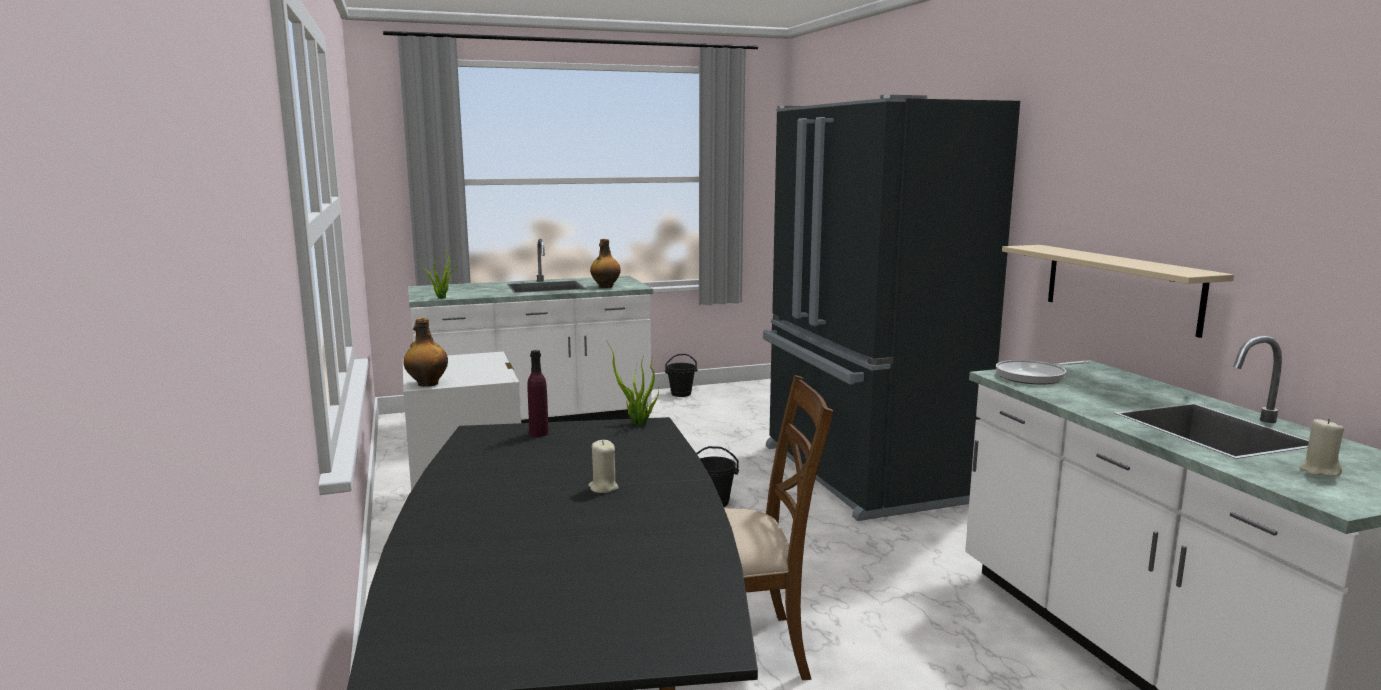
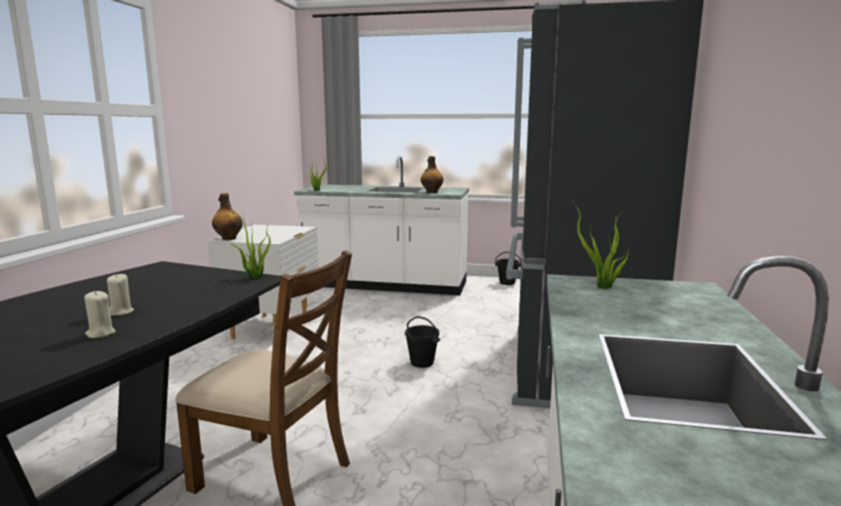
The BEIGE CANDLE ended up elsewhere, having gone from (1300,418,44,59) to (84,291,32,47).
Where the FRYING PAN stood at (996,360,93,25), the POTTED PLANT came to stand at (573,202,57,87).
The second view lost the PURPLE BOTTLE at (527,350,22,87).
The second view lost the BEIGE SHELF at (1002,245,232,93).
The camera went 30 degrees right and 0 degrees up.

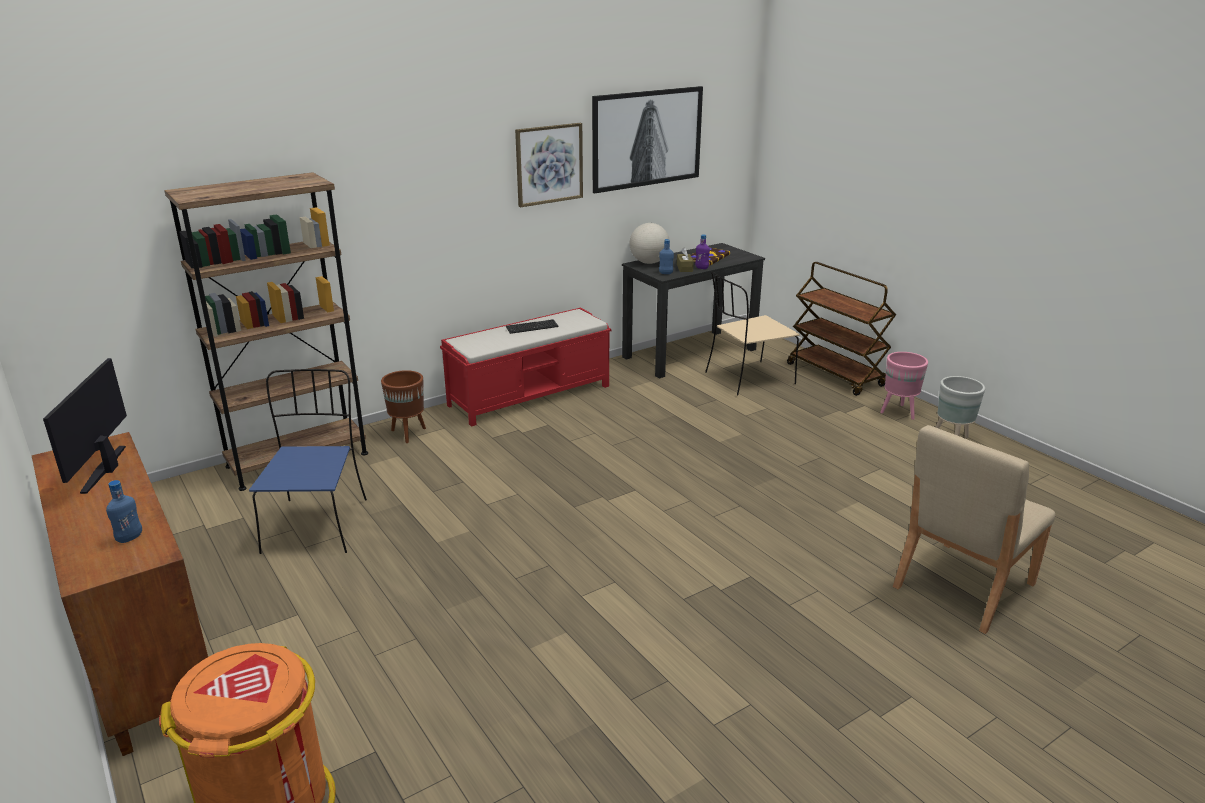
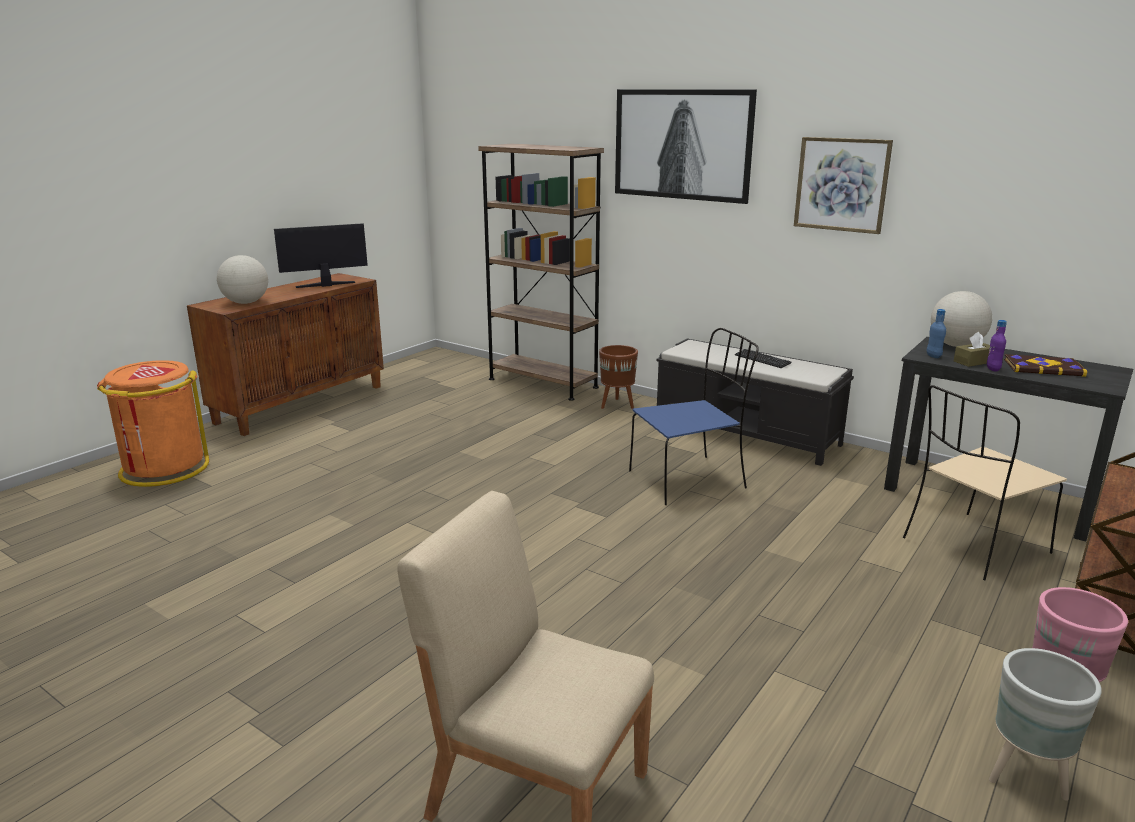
Where the BLUE BOTTLE stood at (106,480,36,63), the GLOBE came to stand at (217,255,51,49).
The PICTURE ended up elsewhere, having gone from (592,86,111,108) to (615,89,142,115).
The BLUE CHAIR ended up elsewhere, having gone from (249,369,118,185) to (629,328,130,177).
What was the RED BENCH at (440,308,171,119) turned into the BLACK BENCH at (657,338,197,128).
The BEIGE CHAIR at (705,271,95,125) ended up facing another way, 75 degrees counterclockwise from before.
The camera went 70 degrees right and 5 degrees down.

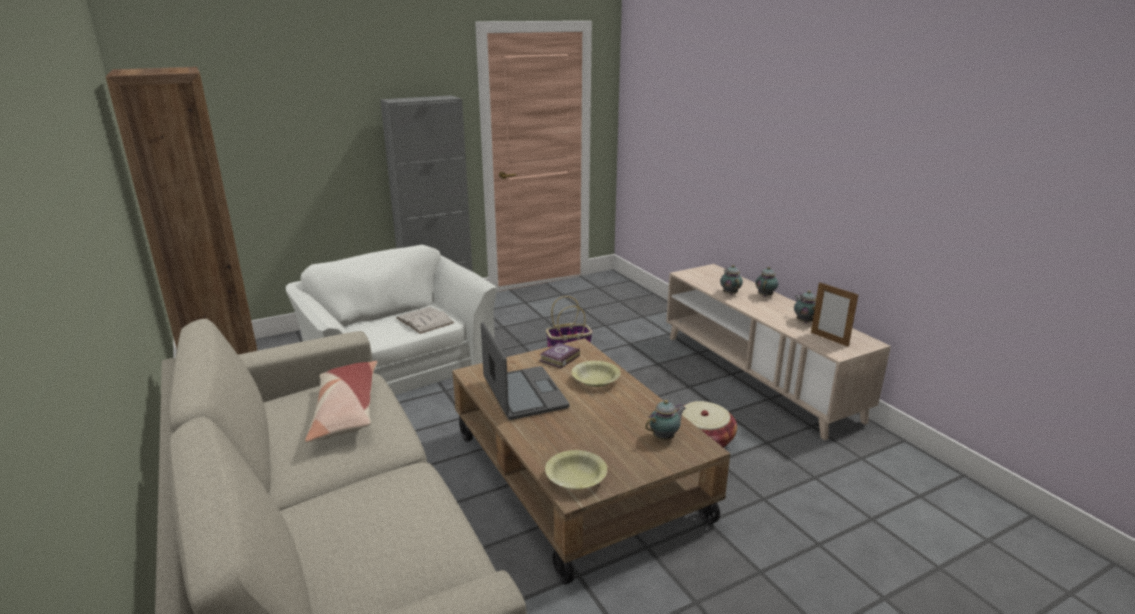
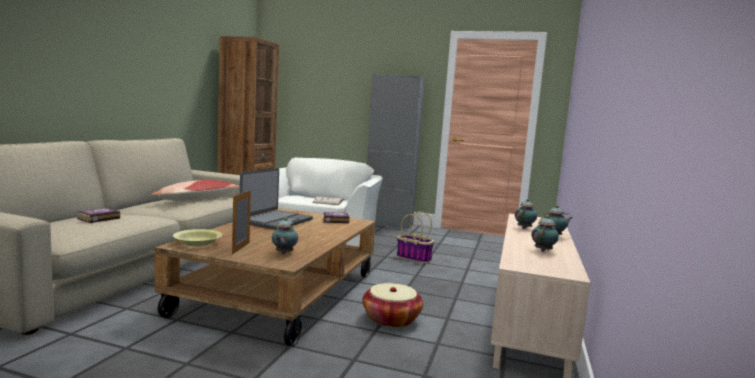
The second view gained the BOOK at (77,208,43,15).
The PICTURE FRAME ended up elsewhere, having gone from (811,282,47,65) to (232,190,19,64).
The TEAPOT at (645,400,41,40) ended up facing another way, 90 degrees clockwise from before.
The second view lost the YELLOW BOWL at (572,361,49,26).
The camera went 45 degrees right and 15 degrees down.

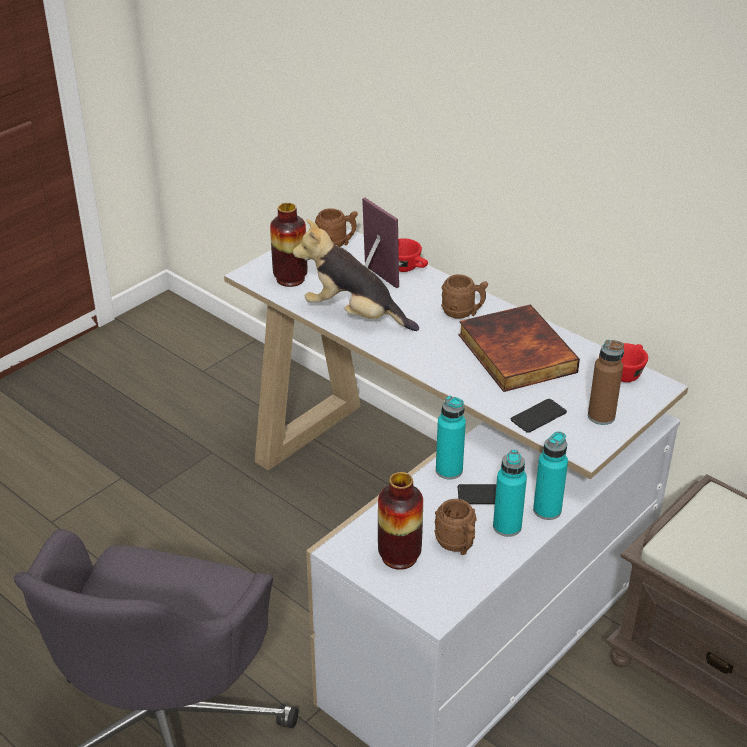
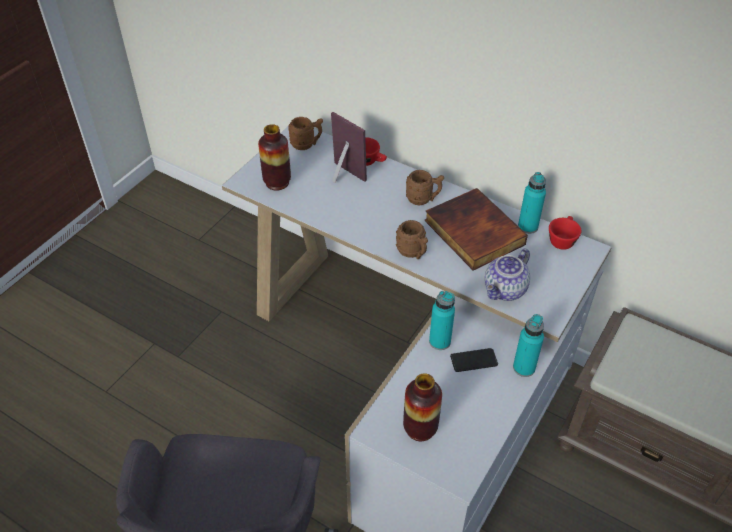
The BROWN MUG ended up elsewhere, having gone from (435,499,42,56) to (396,220,32,39).
Where the PHONE stood at (511,399,56,34), the TEAPOT came to stand at (485,249,45,52).
The TURQUOISE BOTTLE ended up elsewhere, having gone from (493,450,34,87) to (518,172,28,62).
The second view lost the PLUSH TOY at (293,219,126,112).
The second view lost the BROWN BOTTLE at (588,340,36,85).
The camera went 10 degrees left and 10 degrees up.

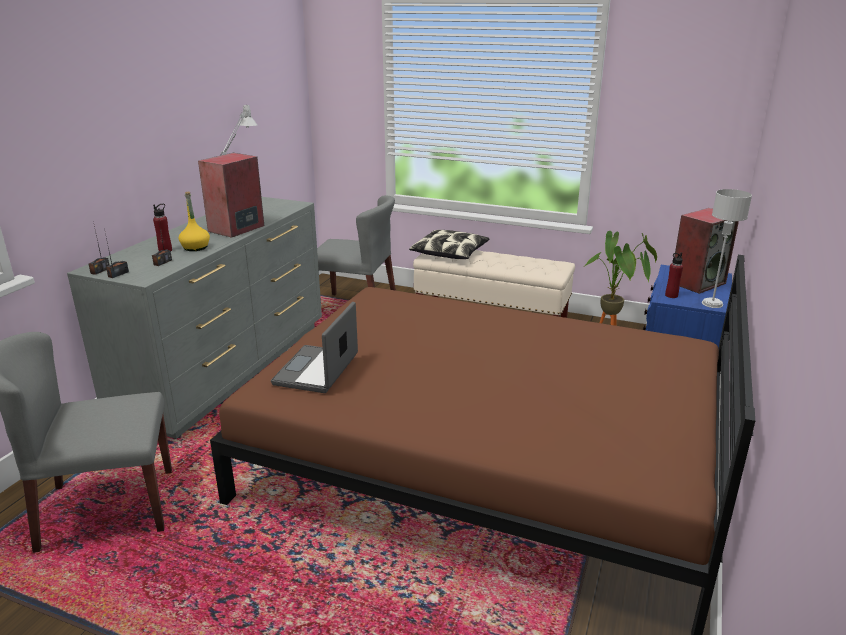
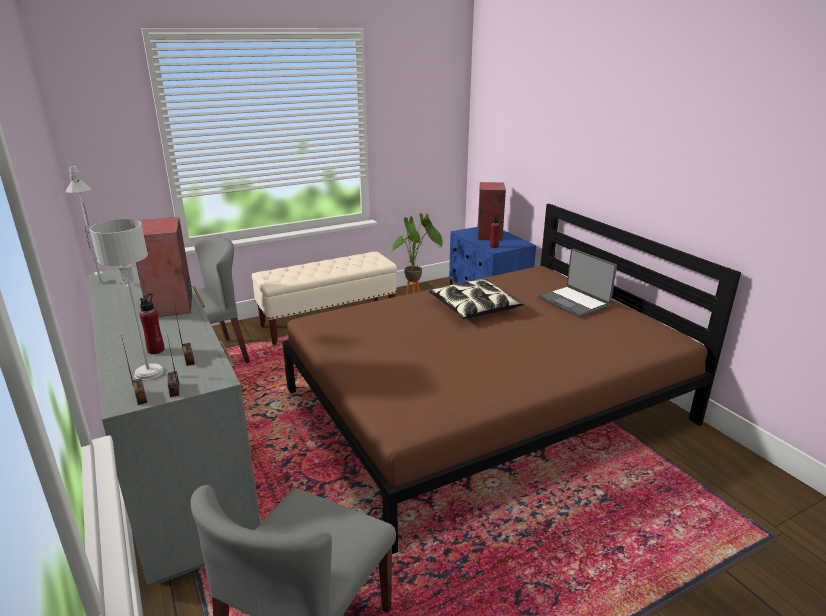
The GREY TABLE LAMP ended up elsewhere, having gone from (702,189,50,119) to (90,219,74,162).
The PILLOW ended up elsewhere, having gone from (409,230,80,29) to (429,279,95,40).
The LAPTOP ended up elsewhere, having gone from (271,302,87,91) to (538,249,79,69).
The second view lost the YELLOW BOTTLE at (179,192,31,59).
The camera went 50 degrees left and 0 degrees up.

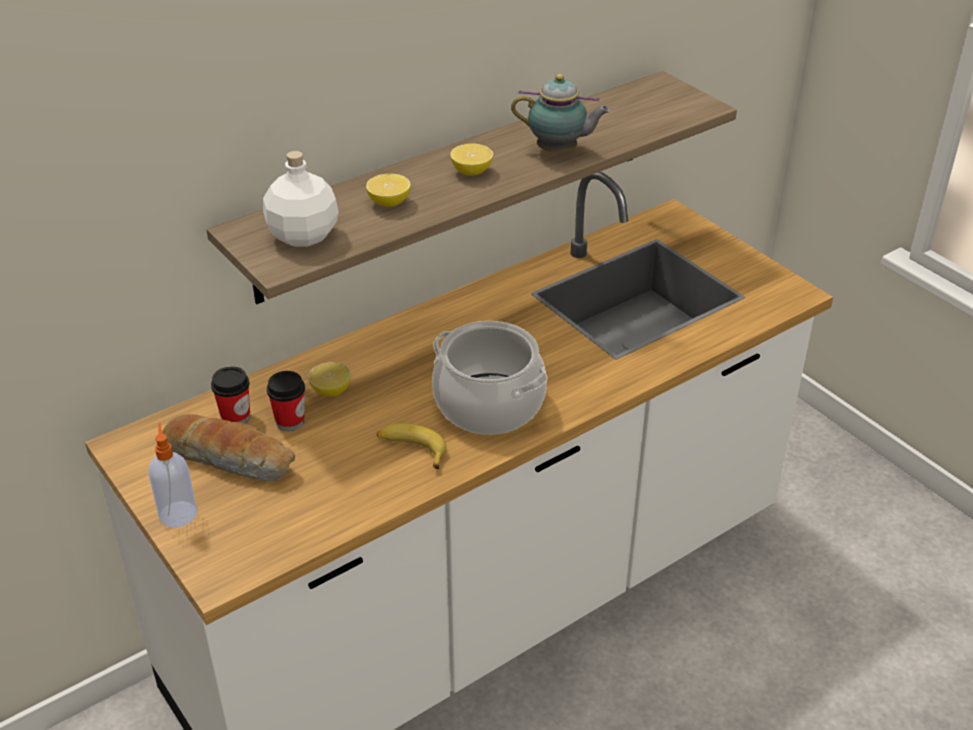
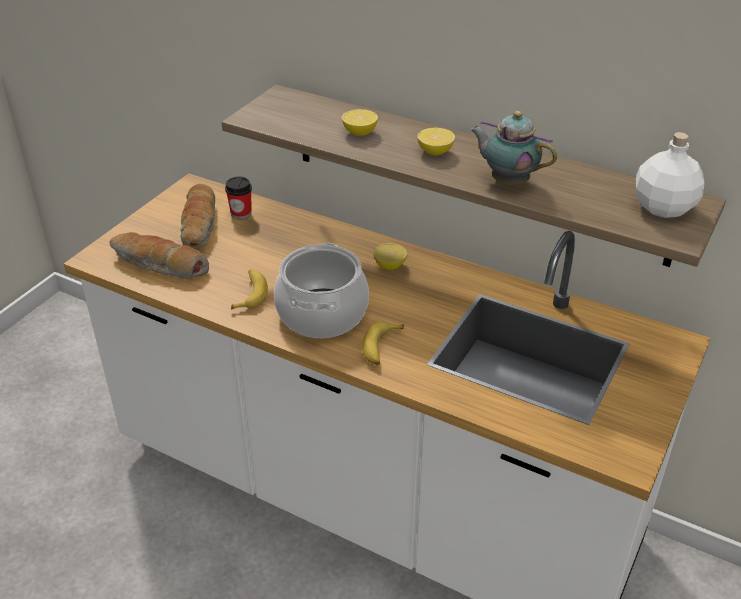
The second view gained the BREAD at (110,232,99,47).
The second view gained the BANANA at (362,322,42,43).
The LEMON ended up elsewhere, having gone from (308,362,43,34) to (374,243,33,27).
The TEAPOT at (511,74,100,78) ended up facing another way, 135 degrees clockwise from before.
The WHITE BOTTLE ended up elsewhere, having gone from (263,151,76,96) to (636,132,69,86).
The second view lost the SOAP DISPENSER at (148,423,49,105).
The second view lost the CUP at (267,371,38,60).
The camera went 65 degrees right and 0 degrees up.

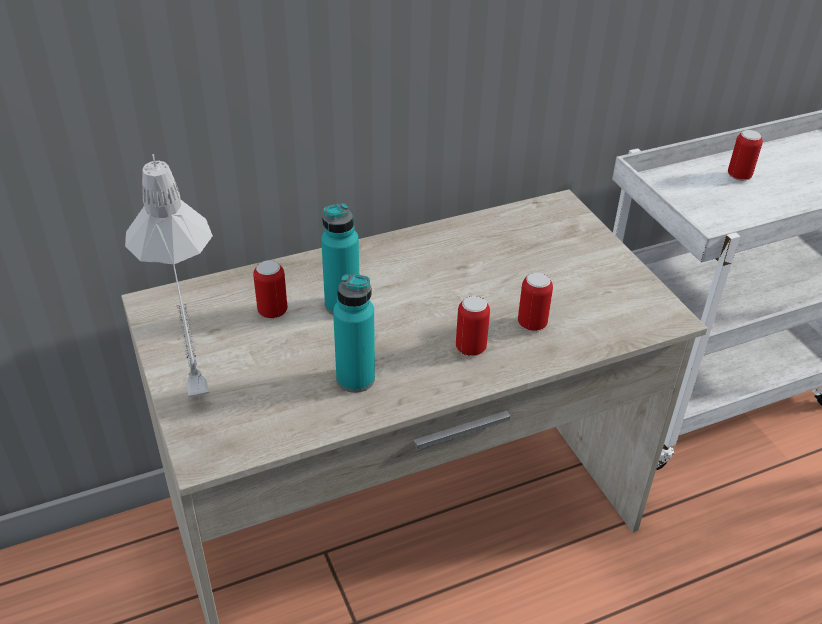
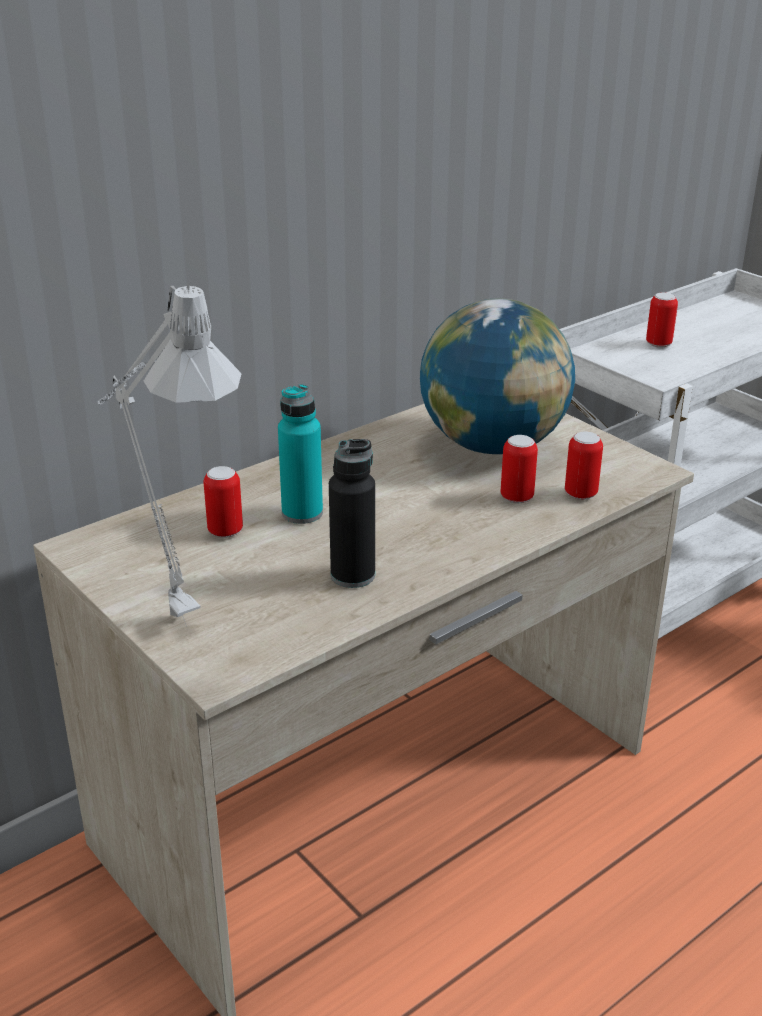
What was the TURQUOISE BOTTLE at (333,274,42,119) turned into the BLACK BOTTLE at (329,439,46,149).
The second view gained the GLOBE at (420,299,155,155).
The CAN ended up elsewhere, having gone from (456,296,34,60) to (565,432,38,68).
The camera went 15 degrees left and 10 degrees down.

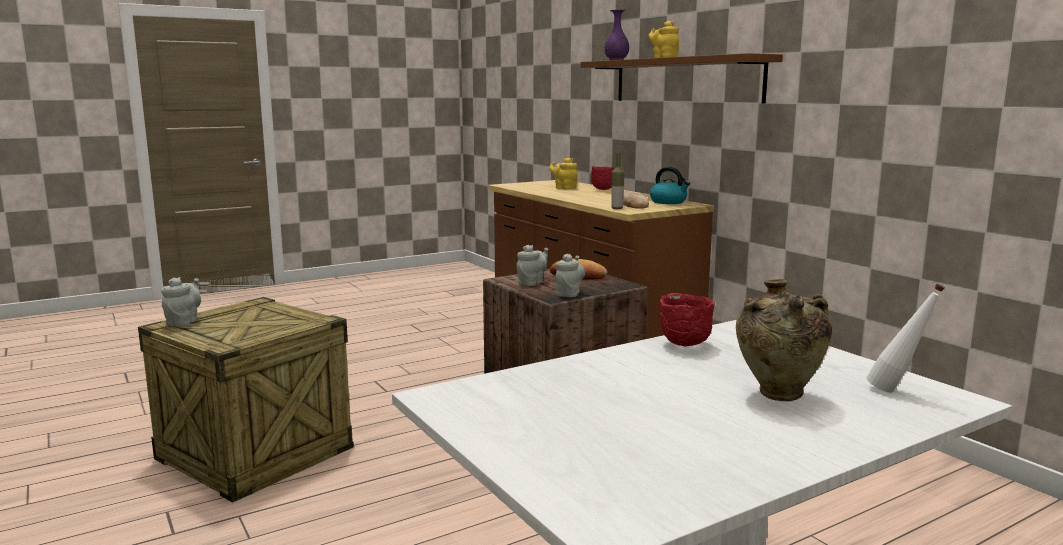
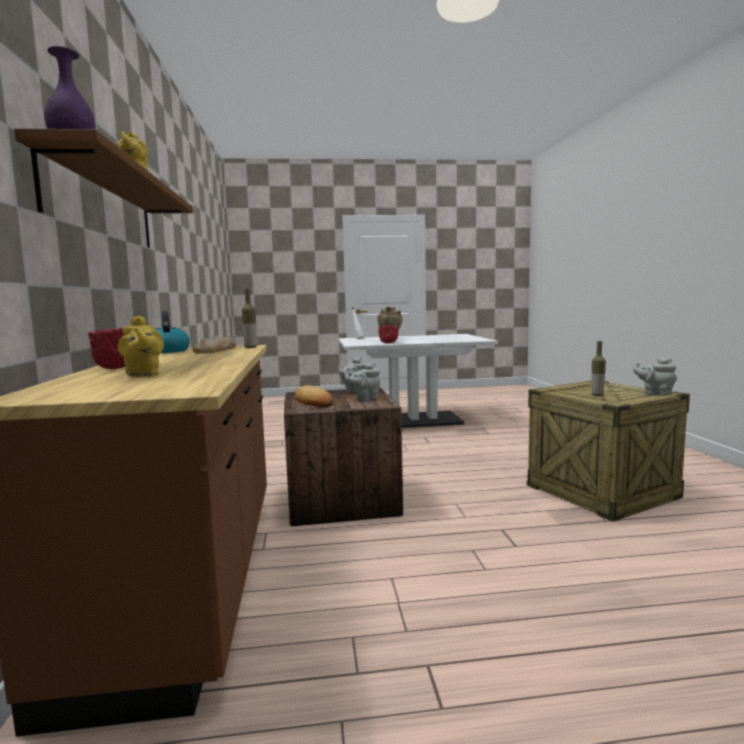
The second view gained the BOTTLE at (591,341,15,55).
The GREY TEAPOT at (161,277,40,50) ended up facing another way, 90 degrees clockwise from before.
The camera went 155 degrees left and 5 degrees down.

